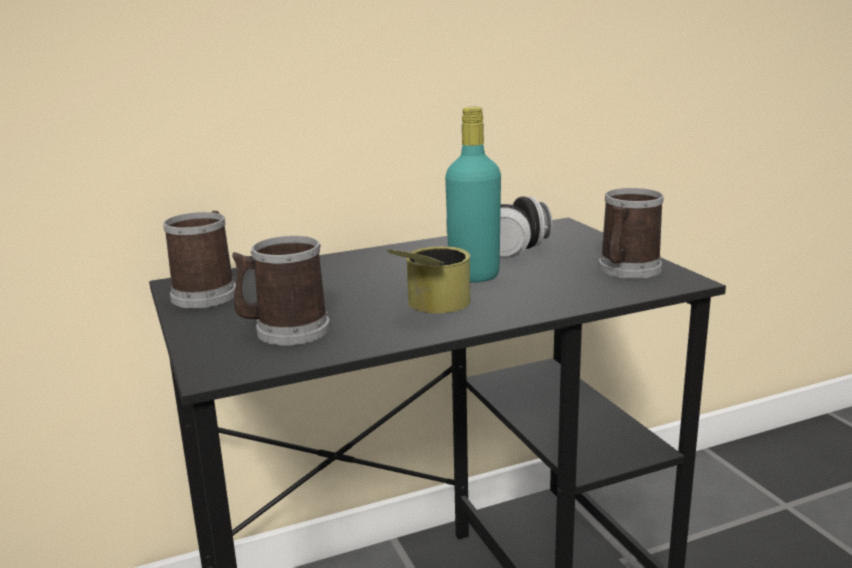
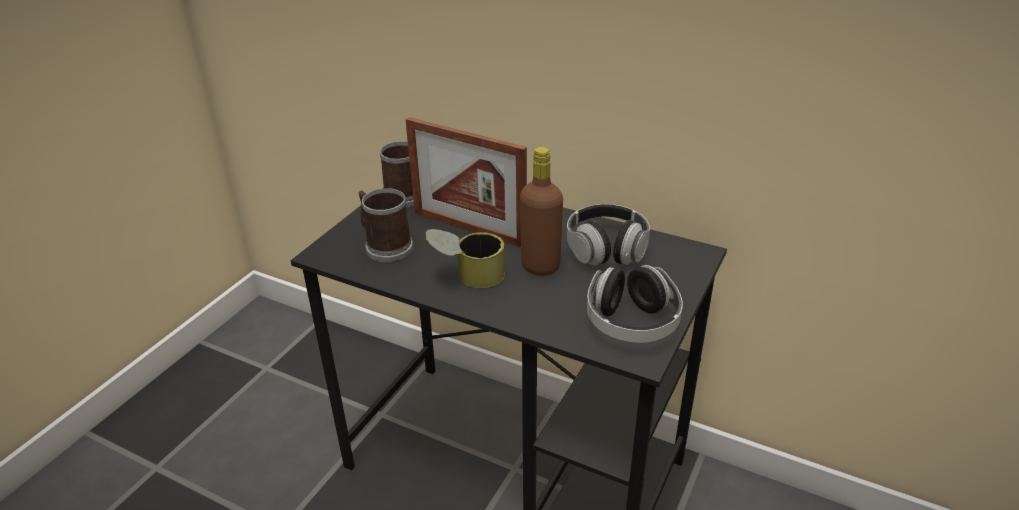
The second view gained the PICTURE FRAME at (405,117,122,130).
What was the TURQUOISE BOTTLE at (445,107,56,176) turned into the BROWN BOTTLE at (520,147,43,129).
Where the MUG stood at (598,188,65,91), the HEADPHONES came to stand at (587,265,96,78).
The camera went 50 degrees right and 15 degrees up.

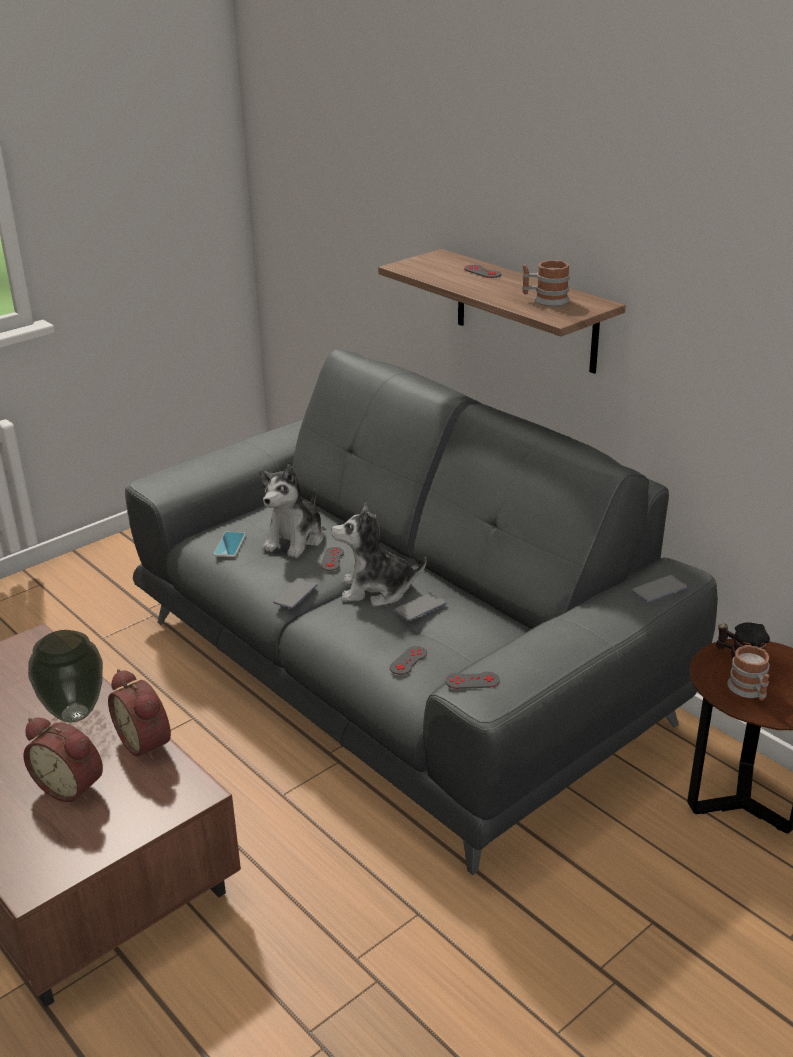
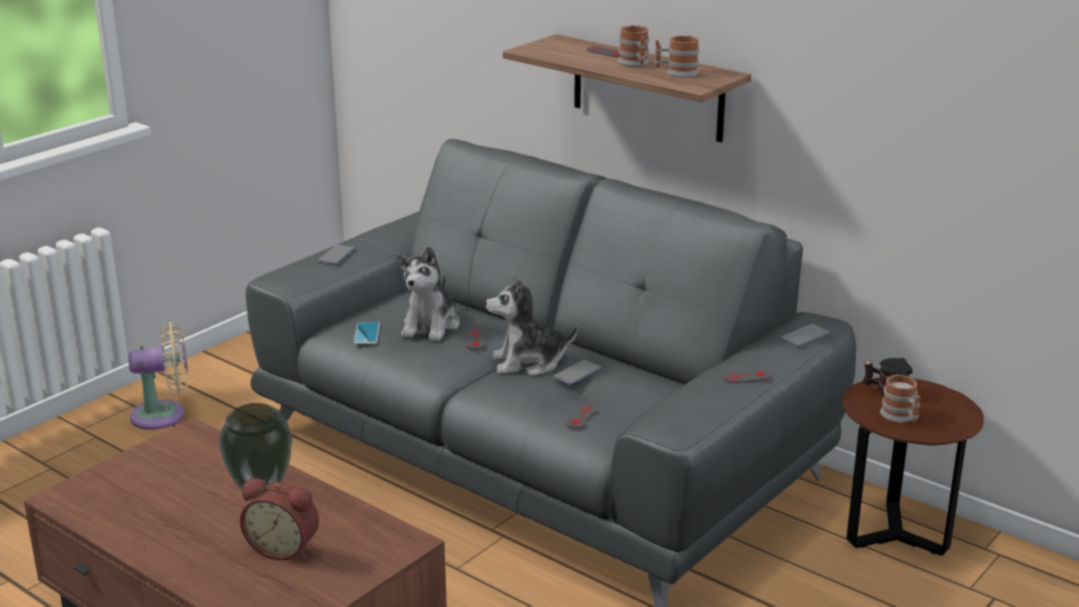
The second view gained the BEIGE FAN at (128,322,60,108).
The PHONE ended up elsewhere, having gone from (273,578,44,30) to (318,244,37,20).
The second view gained the MUG at (618,25,32,42).
The GREY GAME CONTROLLER ended up elsewhere, having gone from (445,672,55,17) to (723,369,47,14).
The second view lost the ALARM CLOCK at (108,669,63,92).
The camera went 10 degrees left and 5 degrees down.

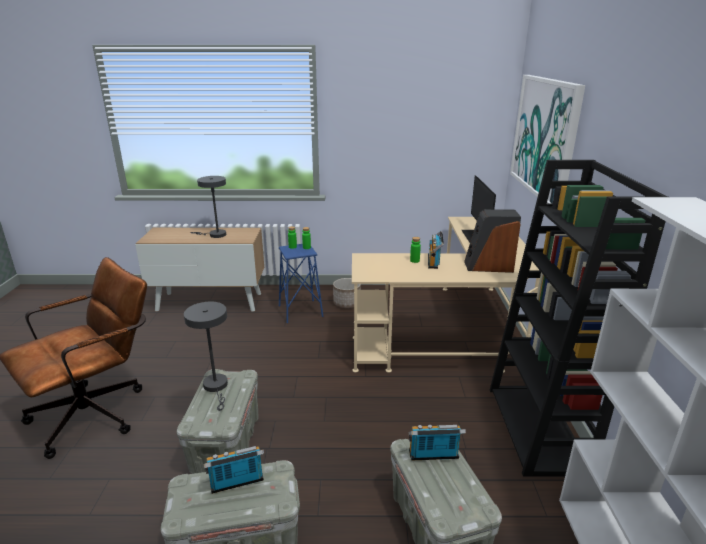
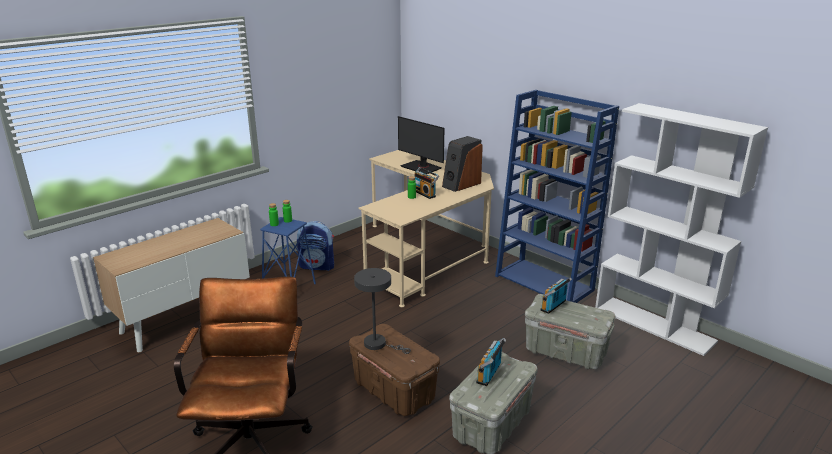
Where the PLANTER stood at (333,278,28,30), the BACKPACK came to stand at (297,221,37,50).
What was the GREY STORAGE BOX at (176,369,83,105) turned into the BROWN STORAGE BOX at (349,324,91,92).
What was the BLACK BOOKCASE at (490,160,177,317) turned into the BLUE BOOKCASE at (495,90,124,213).
The second view lost the GREY TABLE LAMP at (191,176,35,62).
The second view lost the PICTURE at (510,75,75,128).
The camera went 45 degrees left and 0 degrees up.

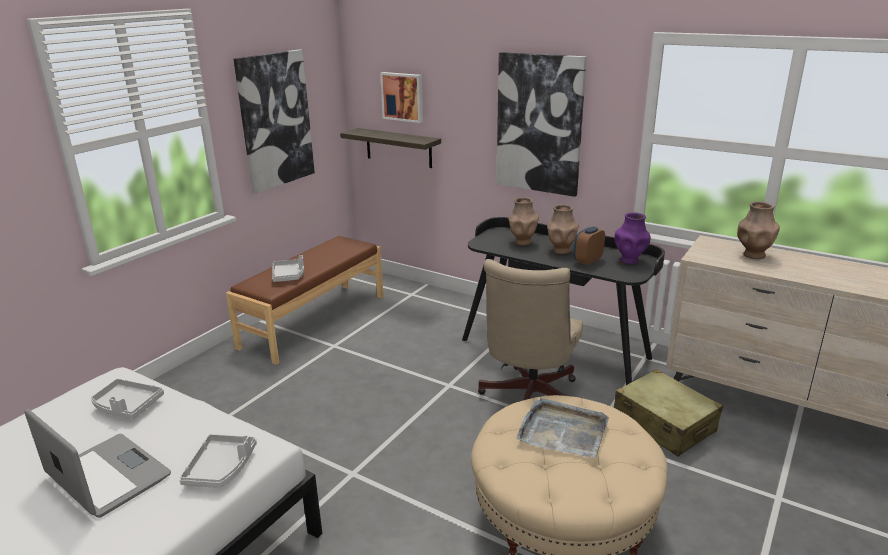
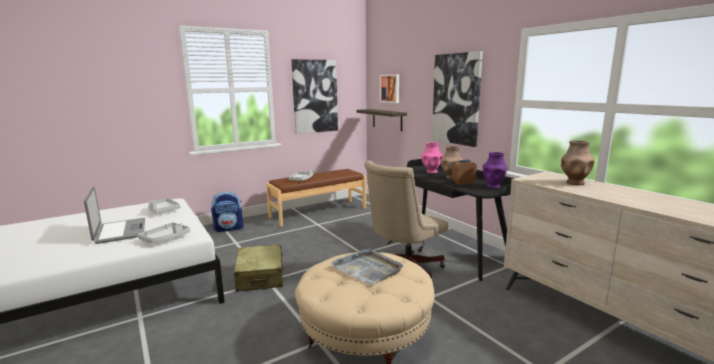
The second view gained the BACKPACK at (211,191,32,41).
The BEIGE SUITCASE ended up elsewhere, having gone from (614,369,109,88) to (234,244,50,48).
What was the BROWN VASE at (508,197,31,49) turned into the PINK VASE at (421,142,22,32).
The camera went 25 degrees right and 10 degrees down.

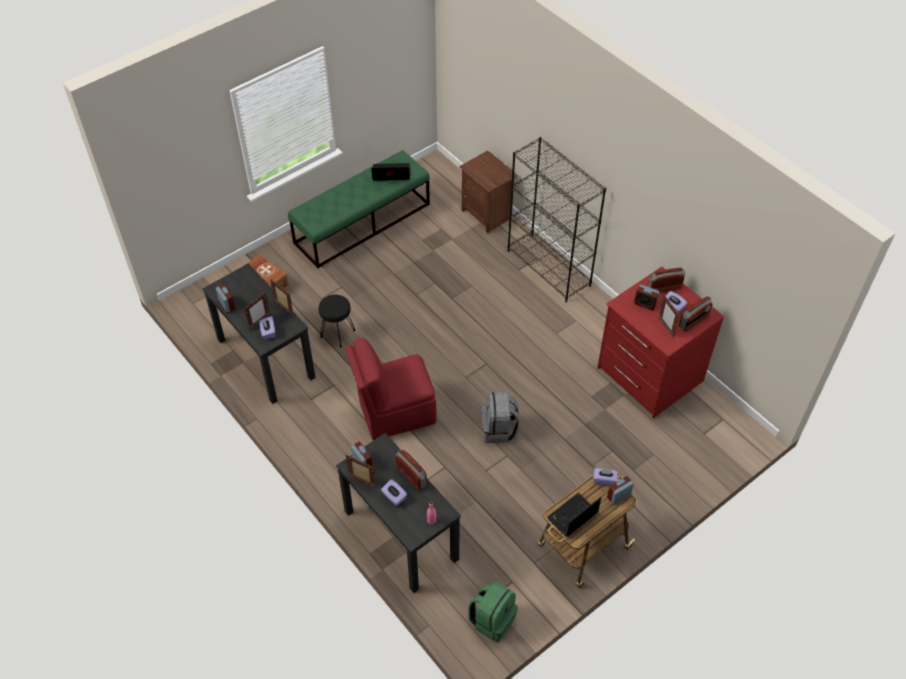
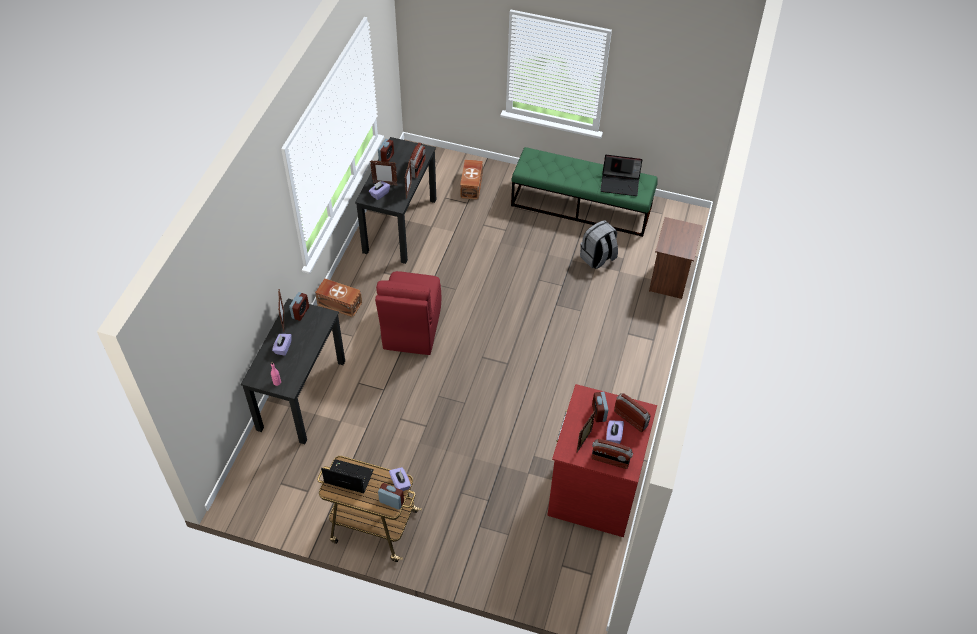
The second view gained the BROWN STORAGE BOX at (315,278,47,39).
The RED CHAIR at (345,337,92,103) ended up facing another way, 120 degrees counterclockwise from before.
The RADIO ended up elsewhere, having gone from (395,450,32,40) to (409,142,17,36).
The GREY BACKPACK ended up elsewhere, having gone from (482,392,37,51) to (580,220,38,49).
The LAPTOP at (371,163,39,18) ended up facing another way, 135 degrees clockwise from before.
The second view lost the BLACK STOOL at (319,295,36,52).
The second view lost the GREEN BACKPACK at (468,581,50,61).
The second view lost the BLACK BOOKCASE at (507,137,99,165).
The camera went 55 degrees right and 0 degrees up.

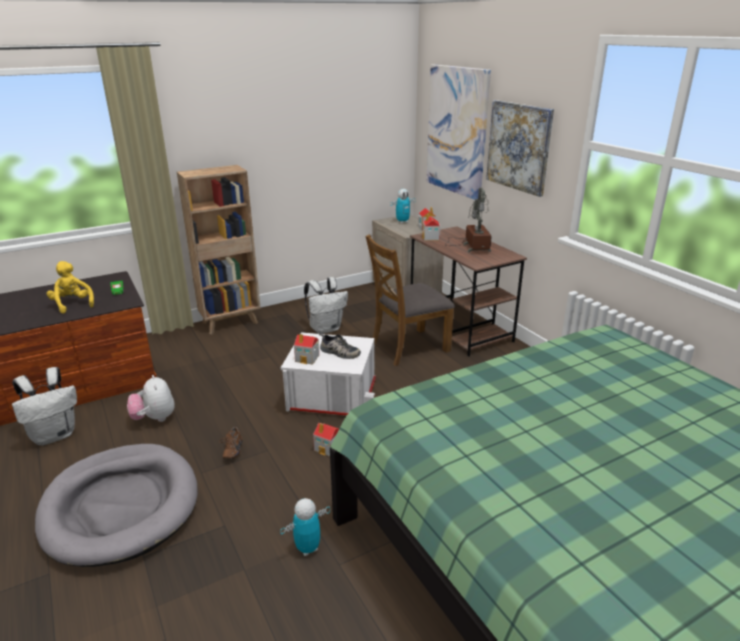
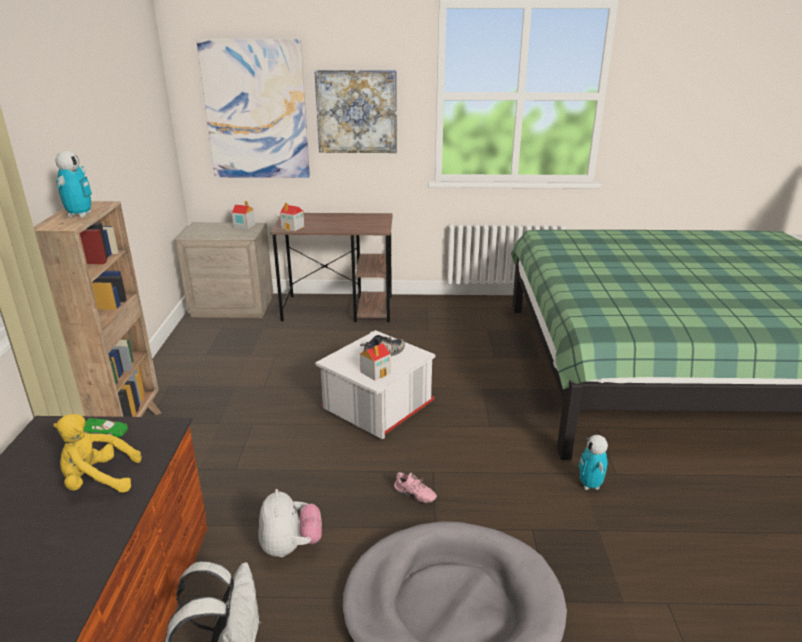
The TOY ROBOT ended up elsewhere, having gone from (390,189,26,35) to (55,151,37,66).
The PLUSH TOY at (127,375,48,47) ended up facing another way, 105 degrees counterclockwise from before.
What was the BROWN SHOE at (219,427,23,32) turned into the PINK SHOE at (394,472,43,31).
The second view lost the WHITE BACKPACK at (304,277,44,57).
The second view lost the TOY HOUSE at (313,423,26,34).
The second view lost the BROWN CHAIR at (366,235,89,131).
The second view lost the TABLE LAMP at (446,187,46,65).
The camera went 60 degrees left and 0 degrees up.

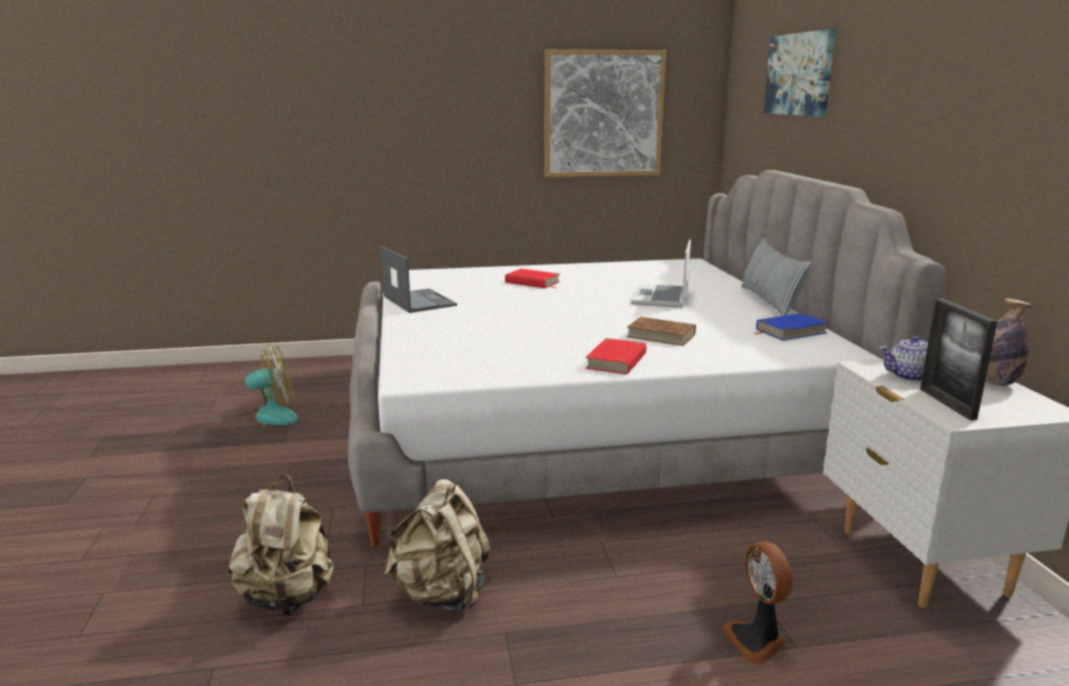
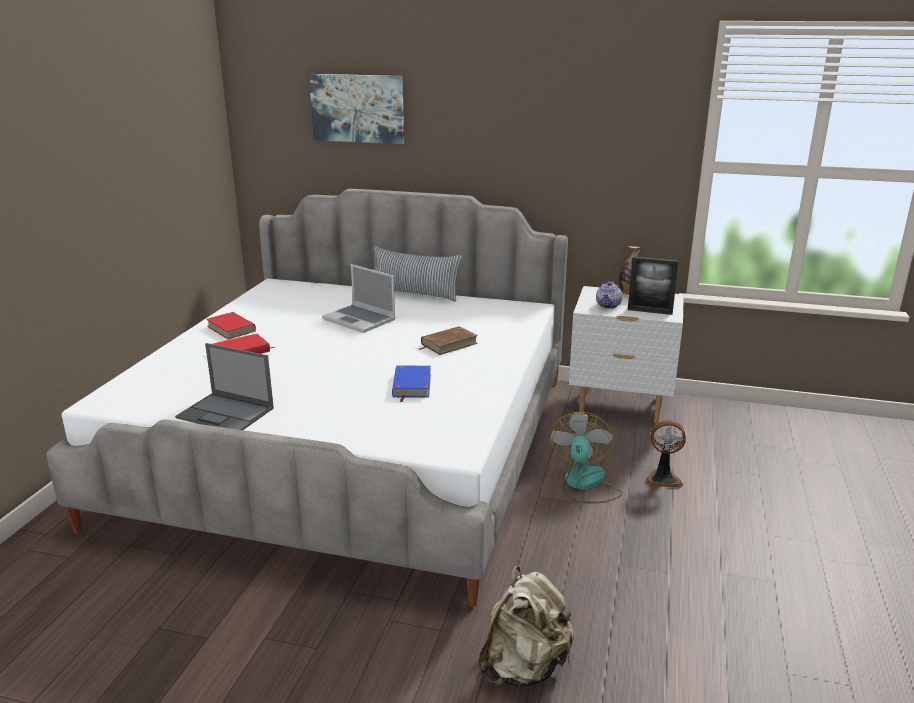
The LAPTOP at (381,246,76,67) ended up facing another way, 150 degrees counterclockwise from before.
The RED BOOK ended up elsewhere, having gone from (585,338,61,37) to (206,312,50,27).
The BLUE BOOK ended up elsewhere, having gone from (754,313,74,28) to (392,366,39,36).
The FAN ended up elsewhere, having gone from (230,344,69,92) to (549,412,74,91).
The second view lost the BEIGE BACKPACK at (384,479,107,134).
The second view lost the PICTURE at (544,49,122,128).
The camera went 65 degrees left and 5 degrees up.

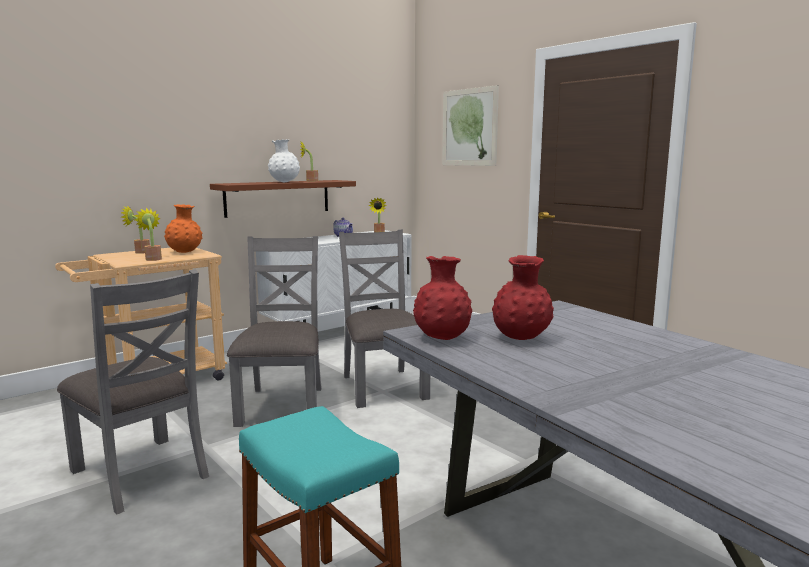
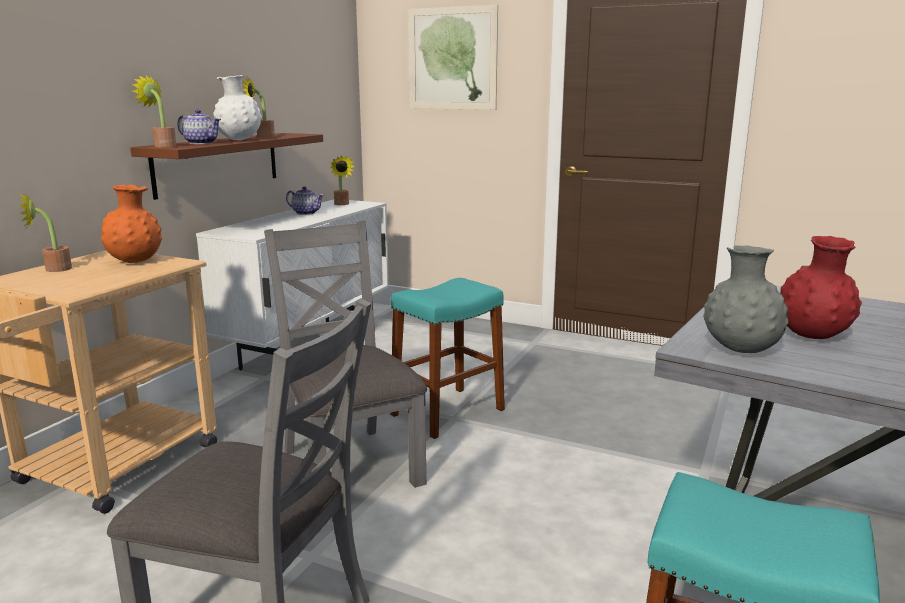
The POTTED PLANT ended up elsewhere, having gone from (134,208,28,53) to (131,74,46,73).
The second view gained the TEAPOT at (177,109,44,35).
Where the GREY CHAIR stood at (339,230,91,178), the TURQUOISE STOOL came to stand at (390,278,115,161).
What was the RED VASE at (413,256,59,84) turned into the GREY VASE at (703,245,85,108).
The camera went 25 degrees left and 5 degrees up.

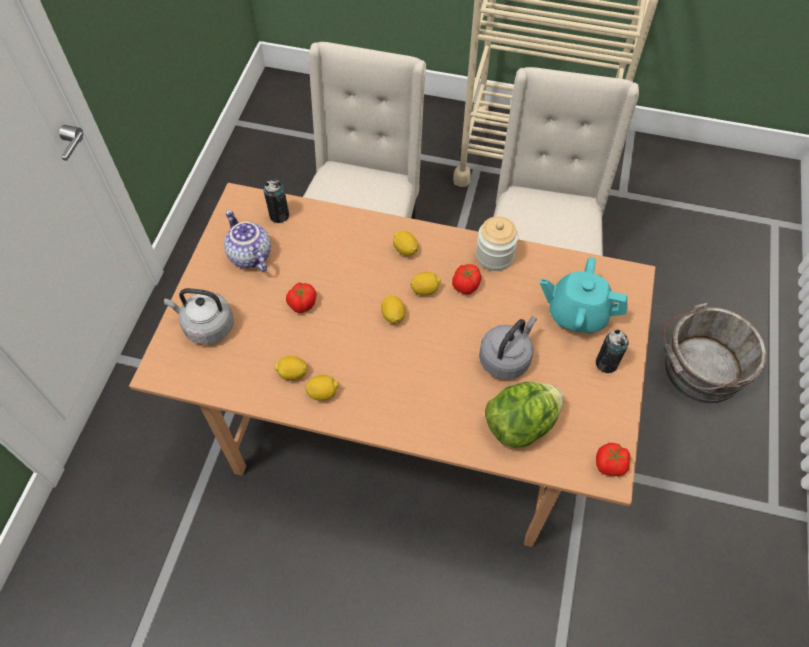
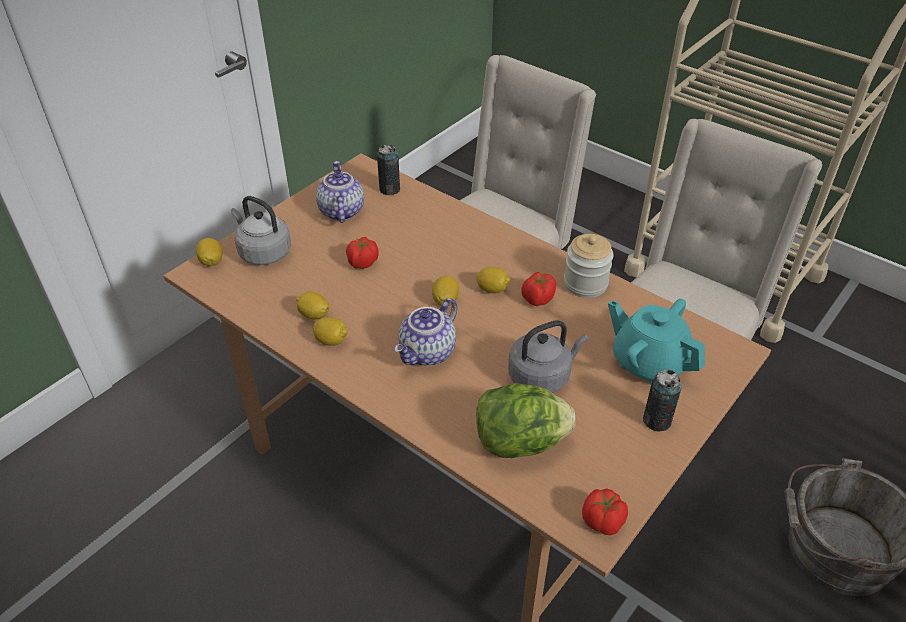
The LEMON ended up elsewhere, having gone from (393,231,26,25) to (196,238,26,28).
The second view gained the TEAPOT at (394,298,63,68).
The camera went 25 degrees right and 15 degrees down.

